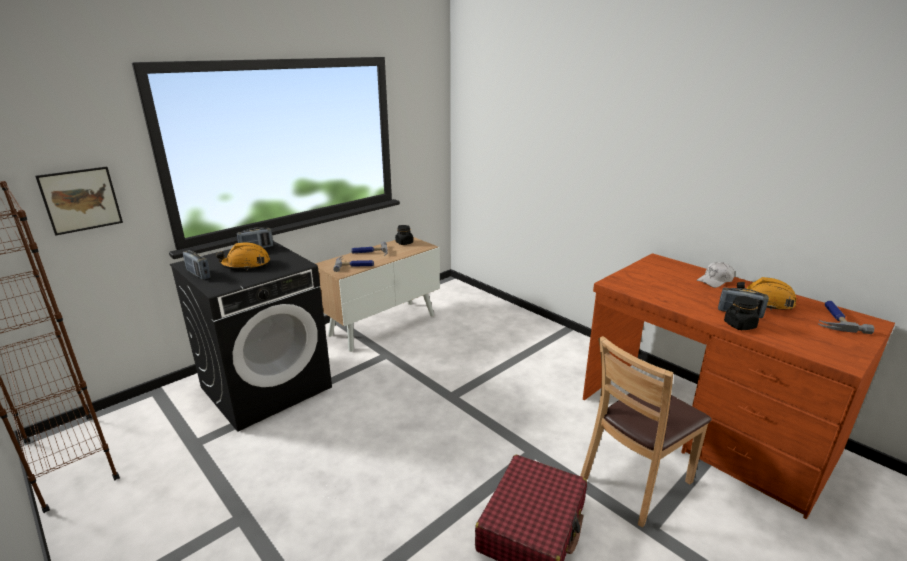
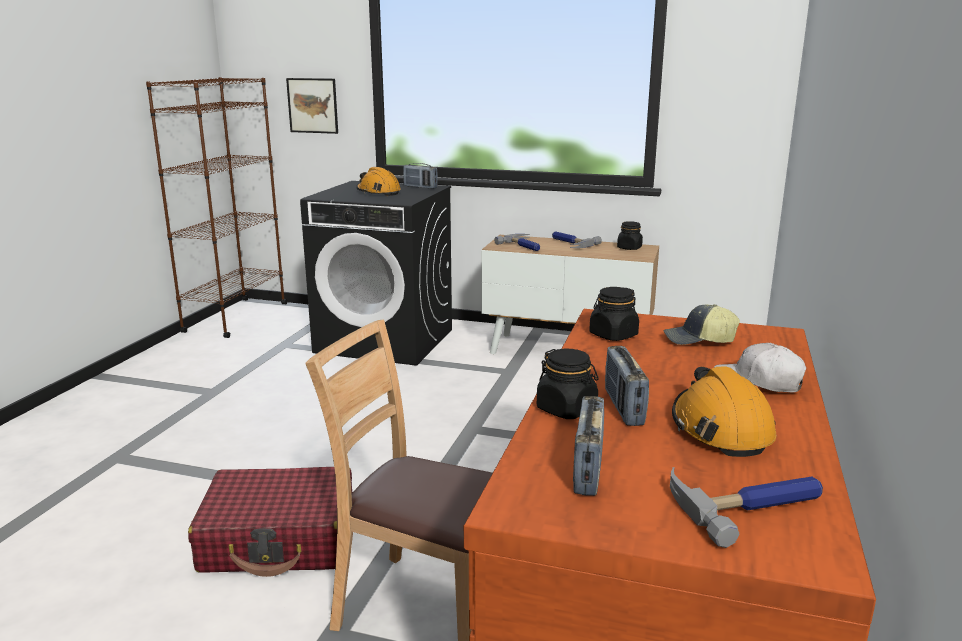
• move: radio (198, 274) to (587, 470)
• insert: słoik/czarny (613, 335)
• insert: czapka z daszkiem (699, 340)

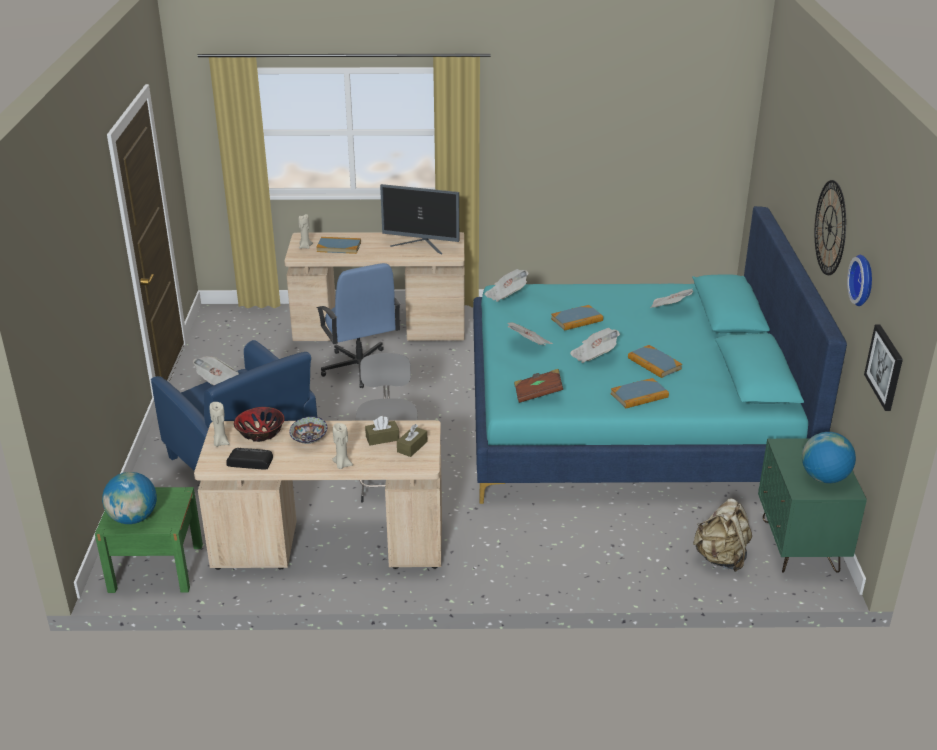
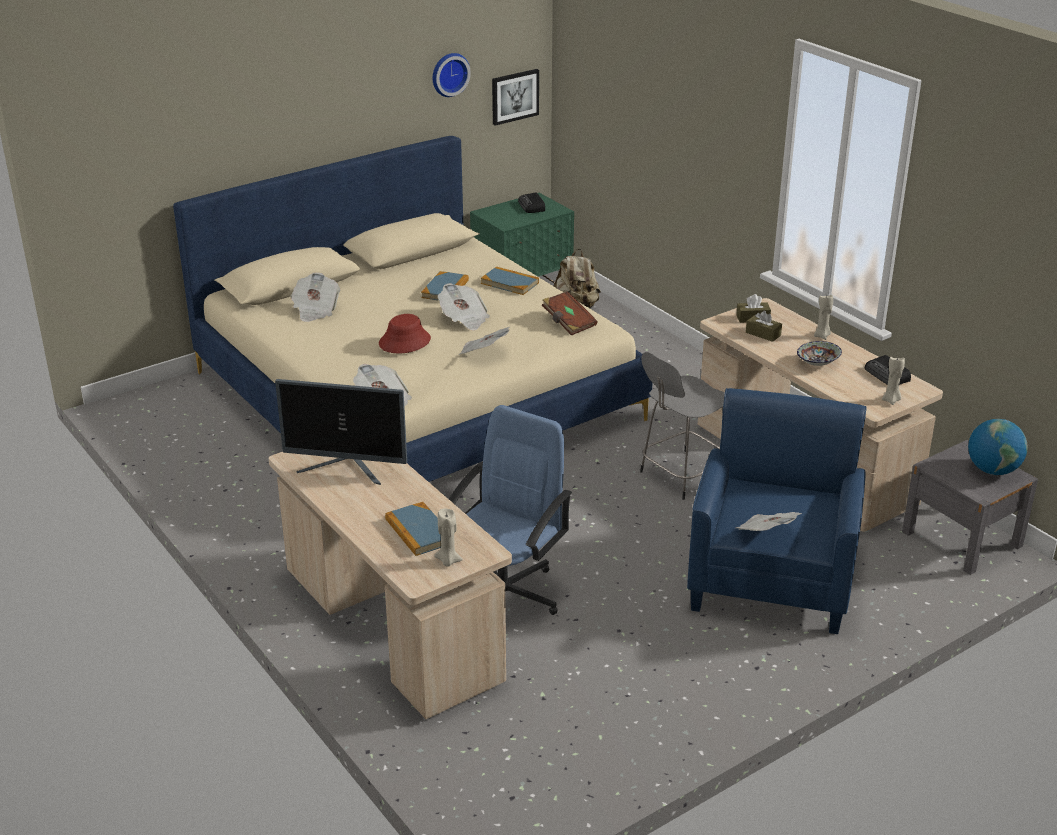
• recolor: szafka nocna/zielony (156, 568) to szafka nocna/szary (961, 539)
• delete: miska (260, 433)
• rotate: monitor (421, 246) = (347, 469) 120 degrees clockwise
• recolor: łóżko/turkusowy (627, 416) to łóżko/beżowy (416, 395)
• replace: książka (577, 320) to kapelusz/czerwony (404, 342)
• replace: globus (824, 478) to radio (532, 206)
• delete: zegar ścienny (830, 228)

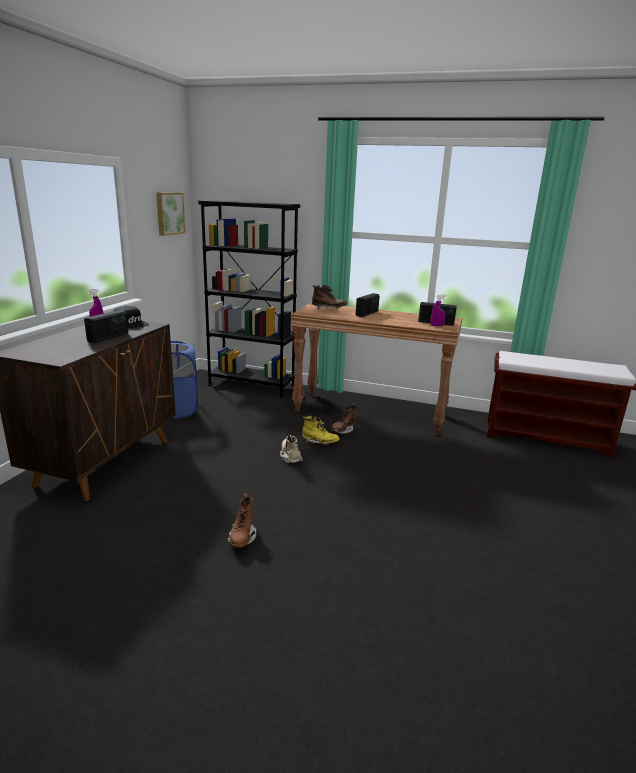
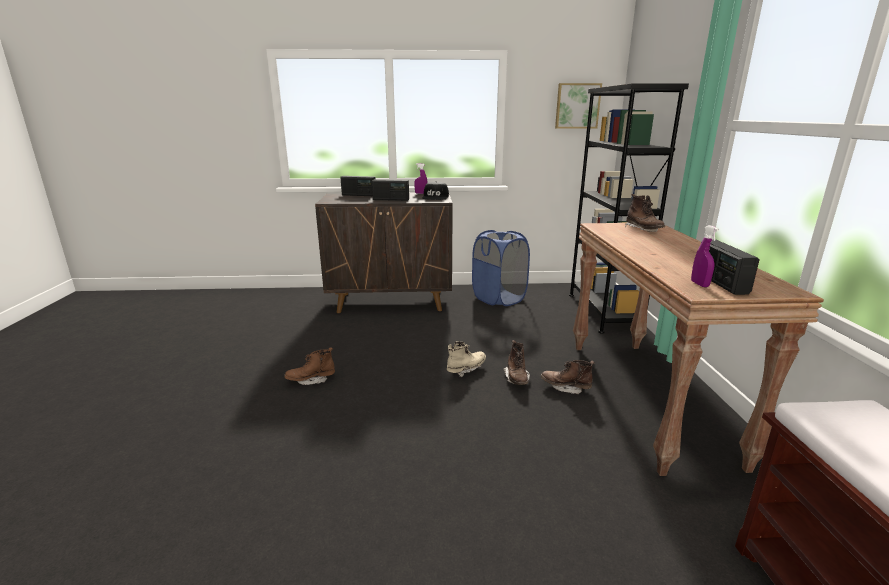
• recolor: but z cholewką/żółty (320, 442) to but z cholewką/brązowy (516, 379)
• move: radio (367, 313) to (359, 195)

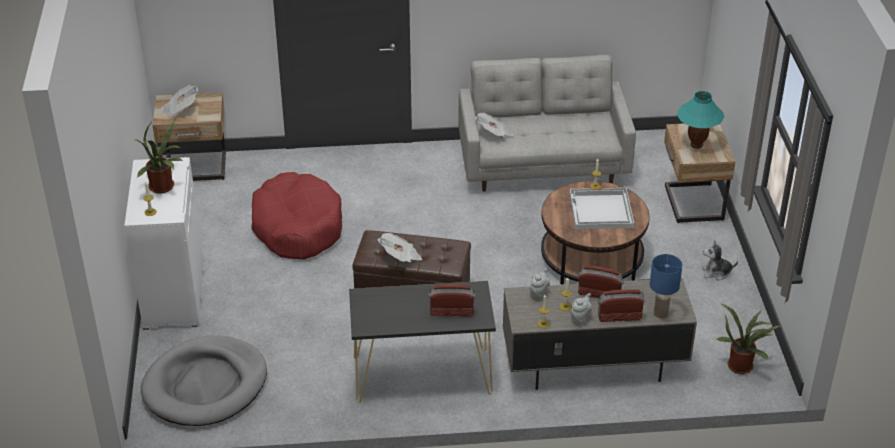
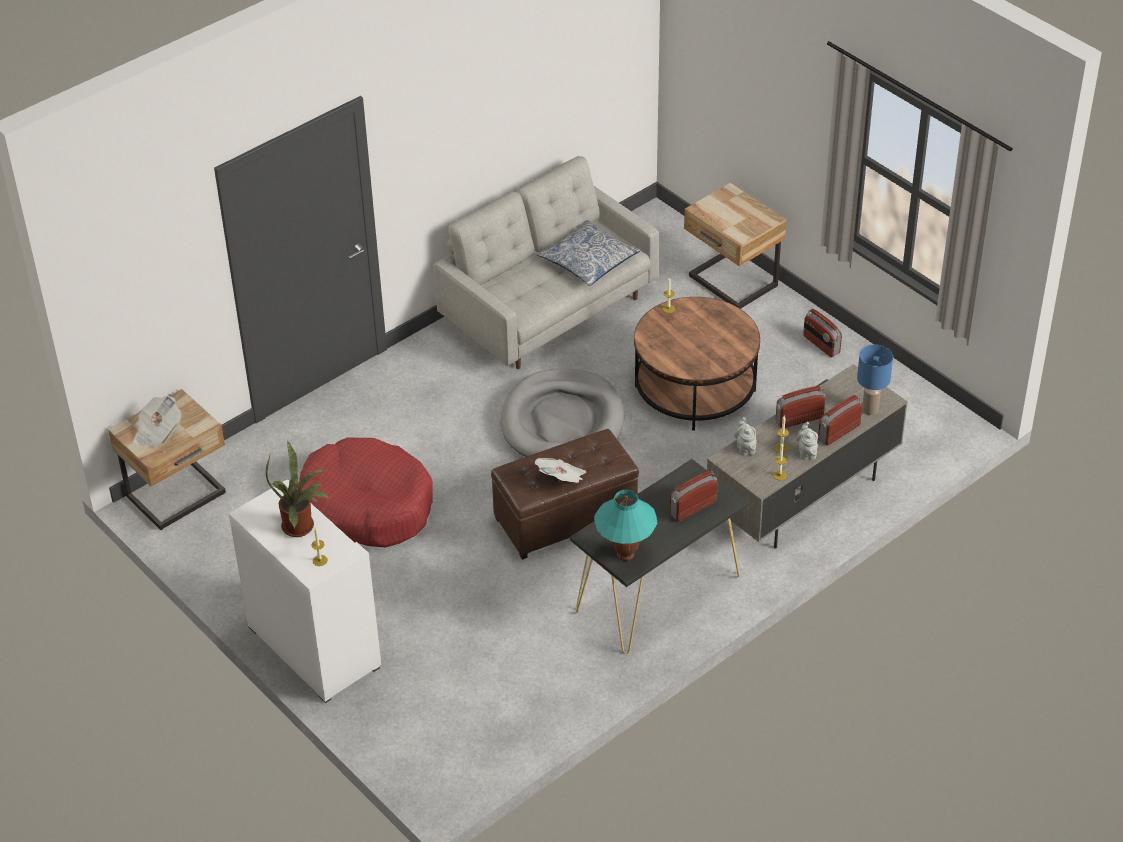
• move: legowisko/szary (205, 385) to (562, 422)
• delete: gazeta (494, 134)
• delete: taca/biały (600, 210)
• move: lampa stołowa/turkusowy (696, 145) to (625, 555)
• replace: pluszak (716, 273) to radio (821, 345)
• delete: roślina doniczkowa (742, 365)
• insert: poduszka (588, 261)

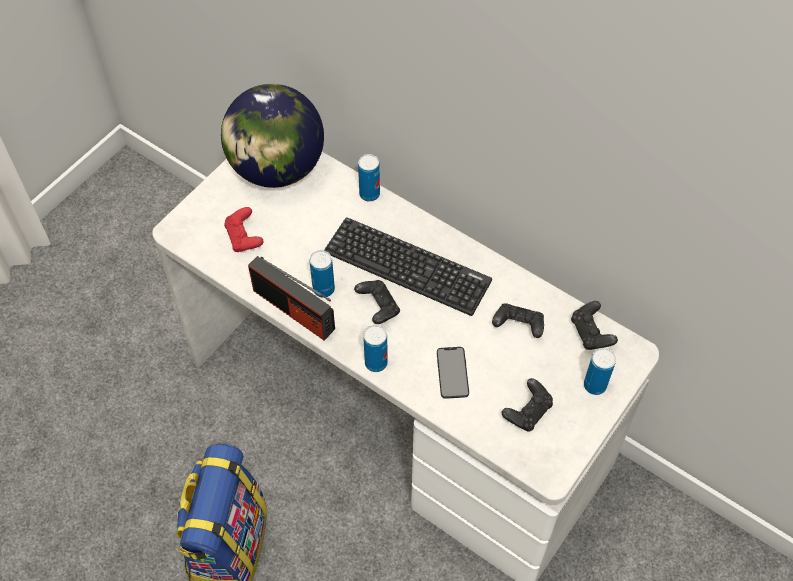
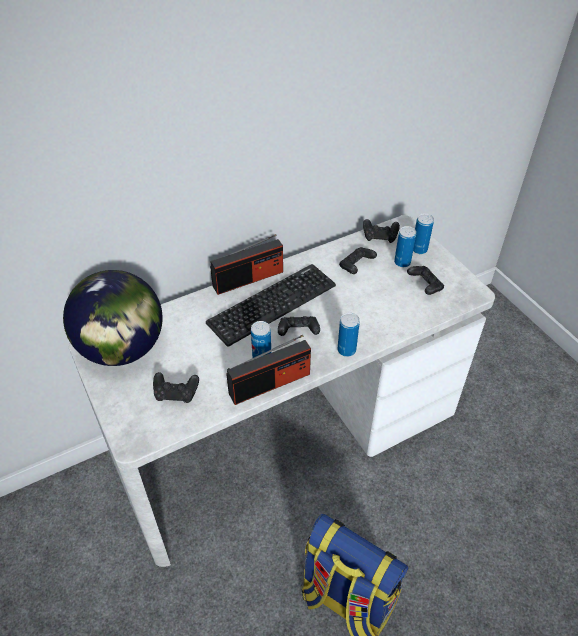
• recolor: pad do gier/czerwony (244, 237) to pad do gier/czarny (176, 394)
• move: puszka (369, 194) to (402, 262)
• delete: telefon (452, 372)
• insert: radio (248, 279)

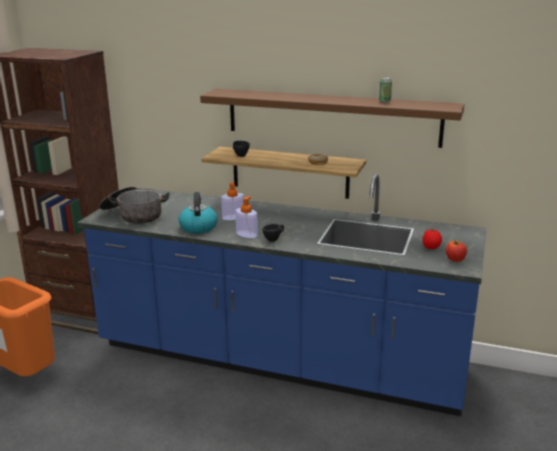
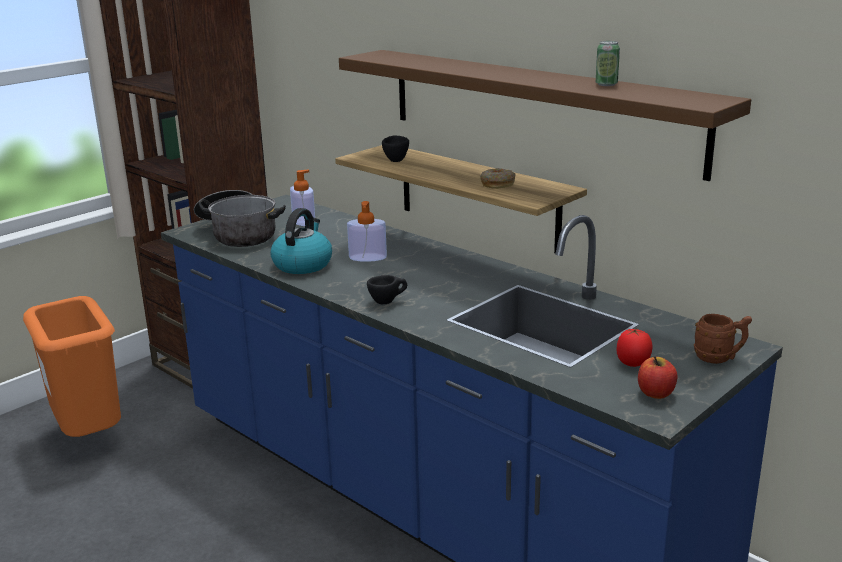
• move: dozownik mydła (246, 234) to (304, 221)
• insert: kubek/brązowy (719, 358)

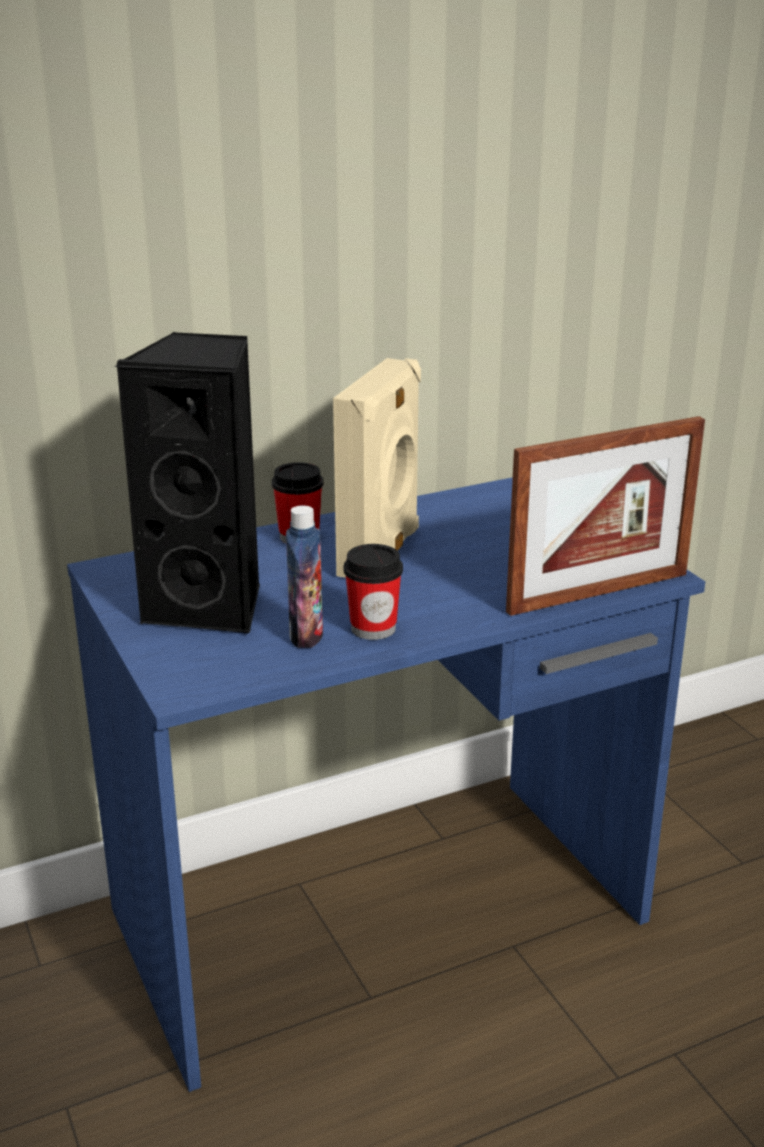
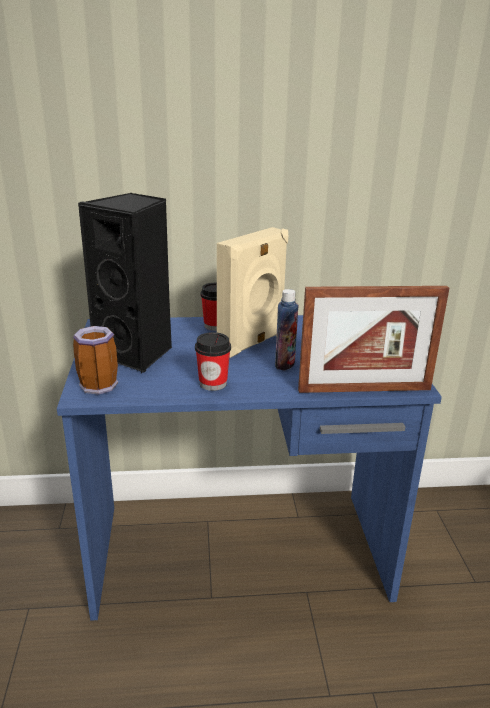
• move: butelka (306, 635) to (284, 364)
• insert: kubek (94, 385)

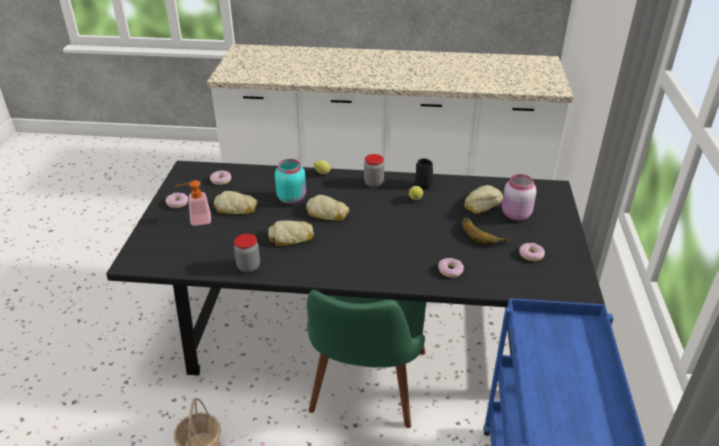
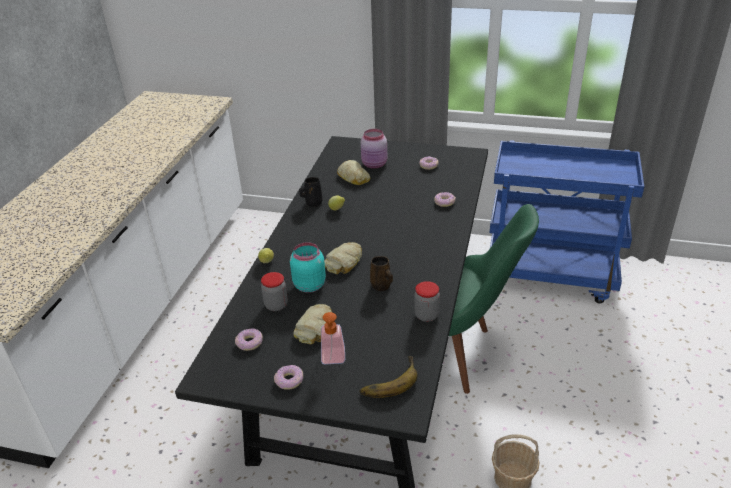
• replace: chleb (291, 237) to kubek/brązowy (381, 286)
• move: słoik (373, 183) to (276, 305)
• move: banan (484, 233) to (388, 380)

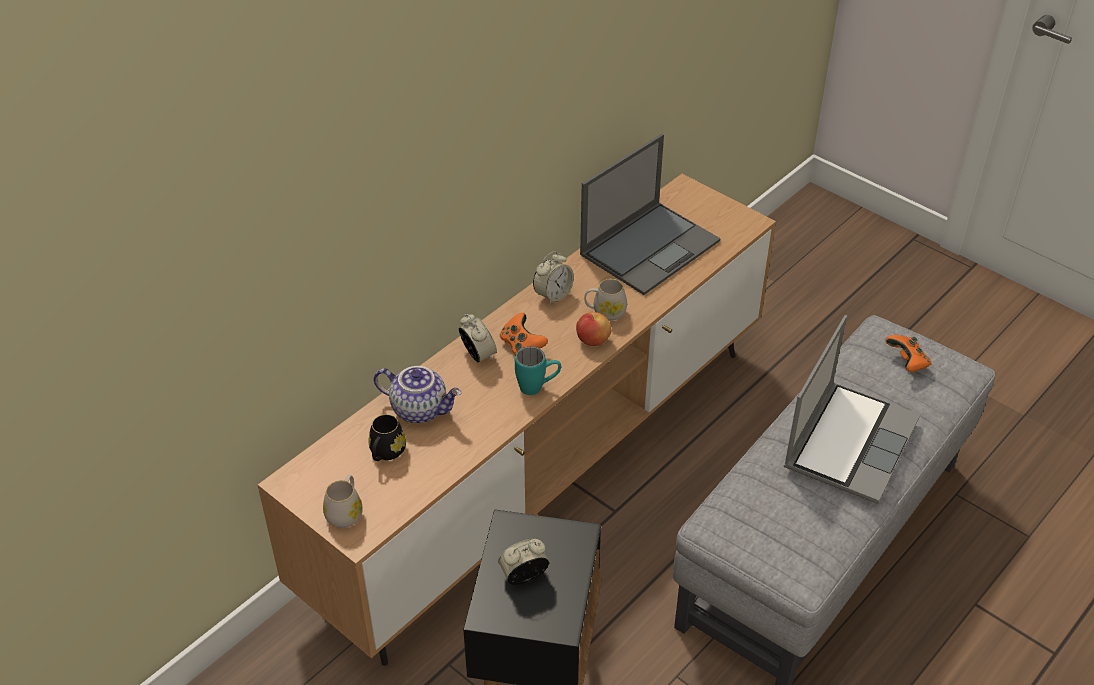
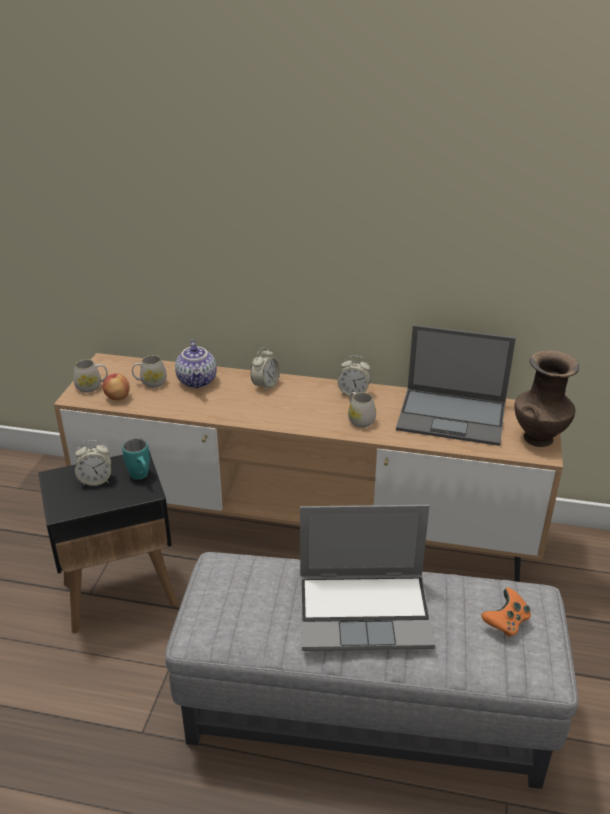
• recolor: kubek/czarny (386, 453) to kubek/biały (150, 383)
• rotate: budzik (523, 576) = (96, 480) 135 degrees clockwise
• delete: pad do gier/pomarańczowy (522, 345)
• move: kubek/turkusowy (538, 387) to (141, 477)
• move: jabłko (592, 340) to (117, 397)
• insert: wazon/brązowy (538, 438)

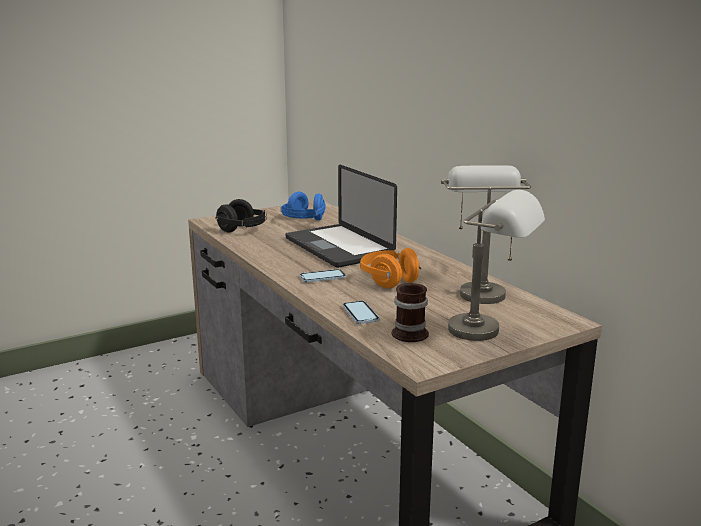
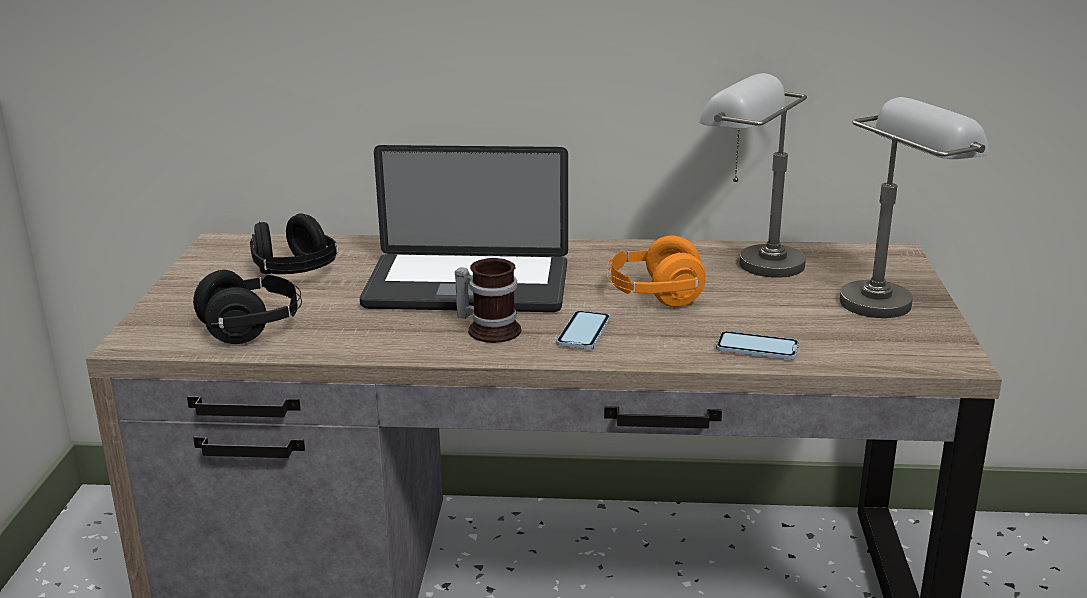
• recolor: słuchawki/niebieski (304, 221) to słuchawki/czarny (295, 274)
• move: kubek (410, 332) to (490, 329)

